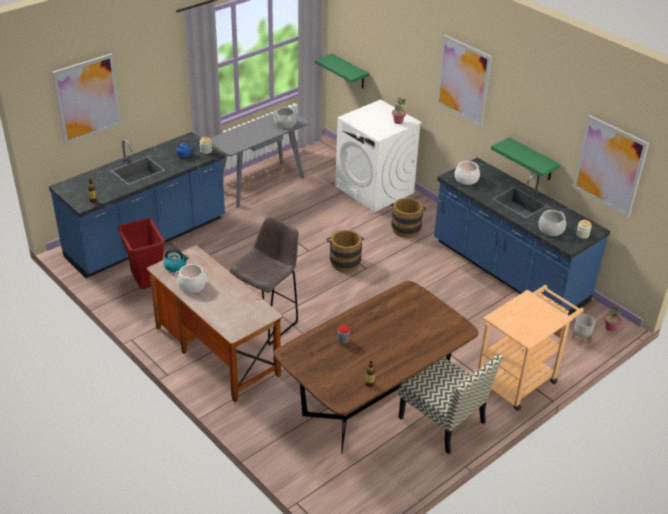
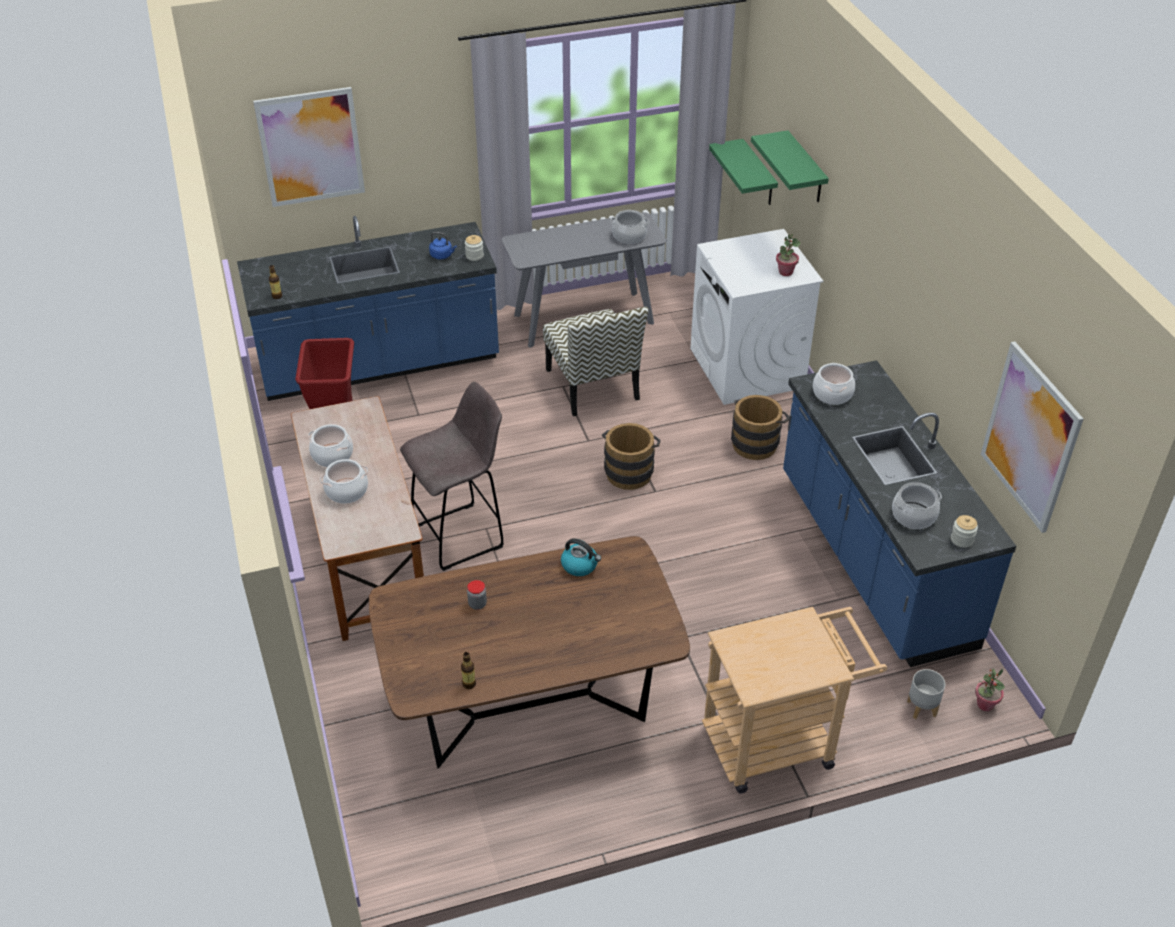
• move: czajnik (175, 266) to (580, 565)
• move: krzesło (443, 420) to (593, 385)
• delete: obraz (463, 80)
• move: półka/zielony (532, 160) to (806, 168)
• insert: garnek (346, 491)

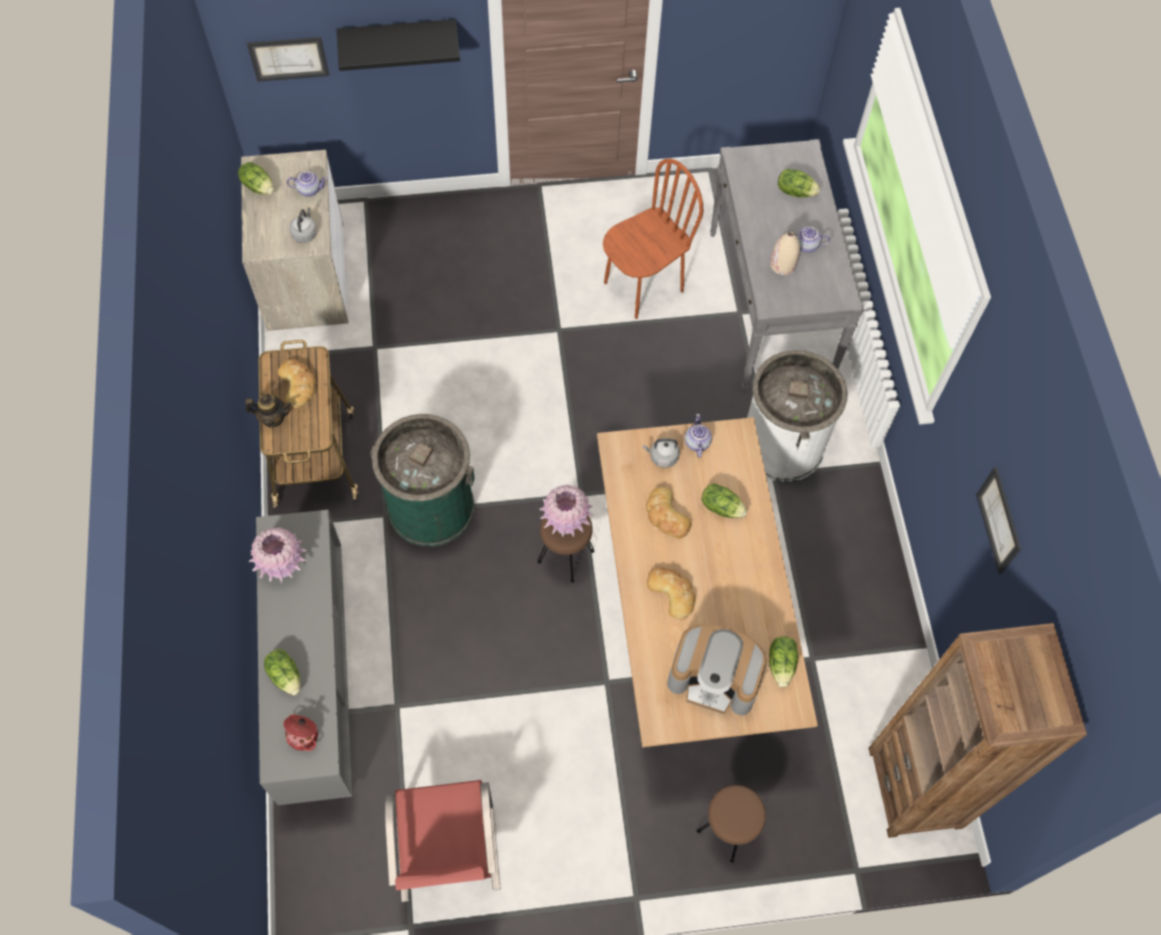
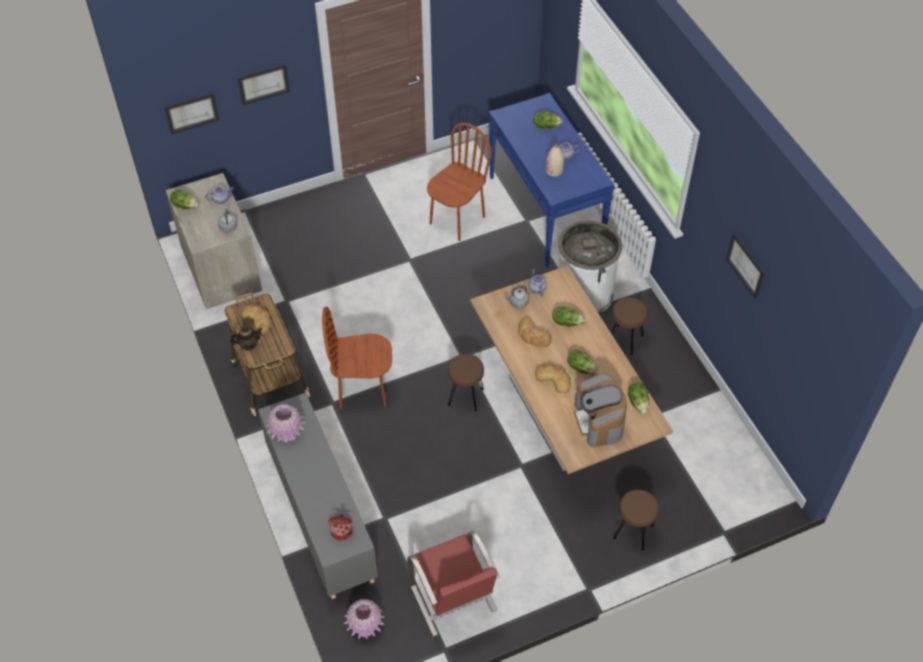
• move: sałata (286, 675) to (581, 367)
• replace: półka/czarny (398, 38) to obraz (263, 84)
• replace: kosz na śmieci/zielony (431, 506) to krzesło/brązowy (362, 390)
• move: wazon/różowy (566, 521) to (365, 626)
• rotate: ekspres do kawy (715, 677) = (599, 421) 75 degrees clockwise
• recolor: stolik konsolowy/szary (770, 306) to stolik konsolowy/niebieski (545, 212)
• delete: regał/brązowy (915, 787)
• insert: stołek/brązowy (625, 340)

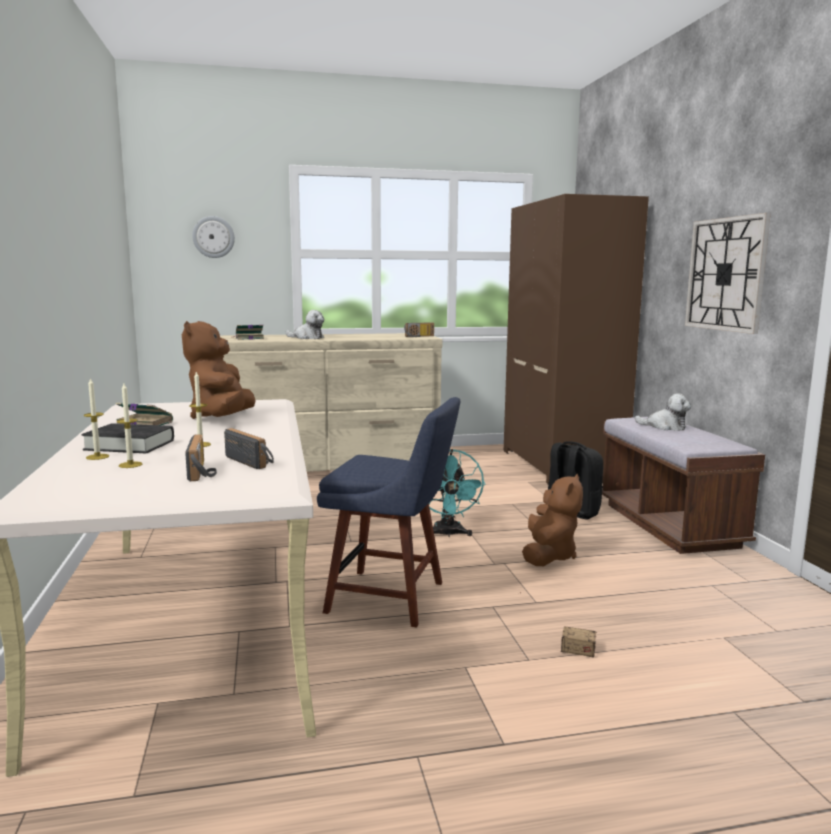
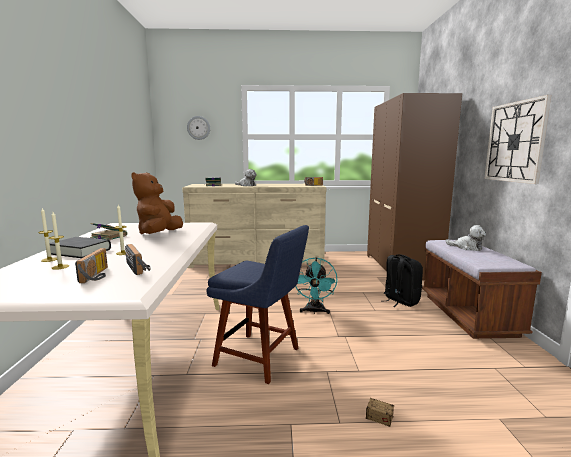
• delete: pluszak/brązowy (549, 556)

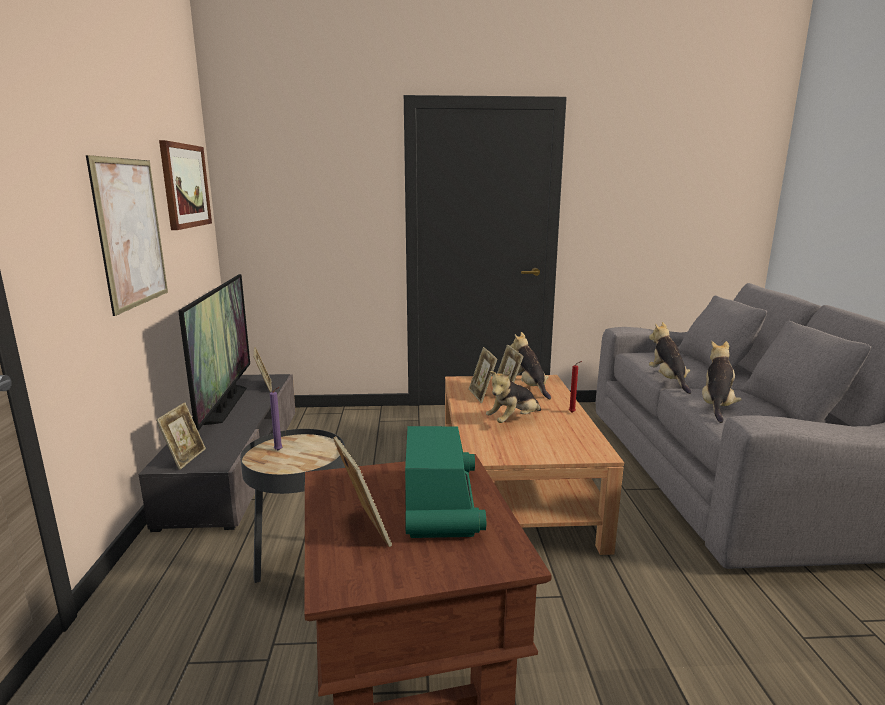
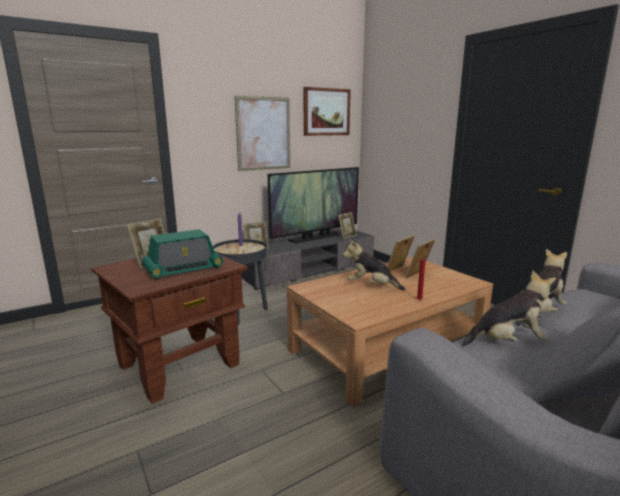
• delete: pluszak (530, 387)

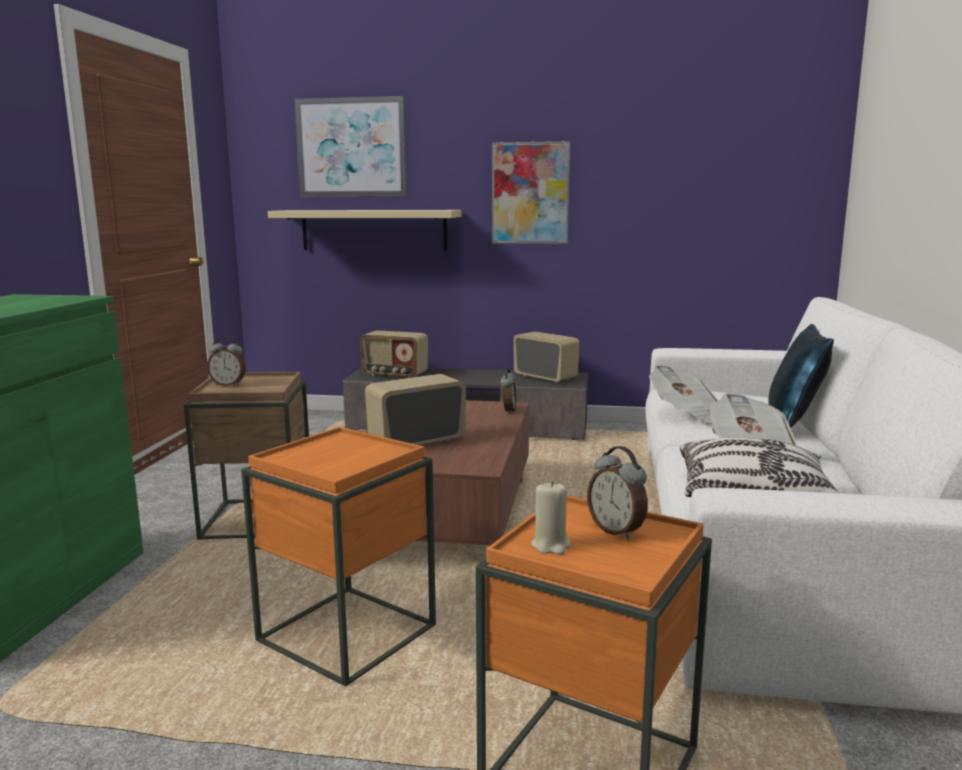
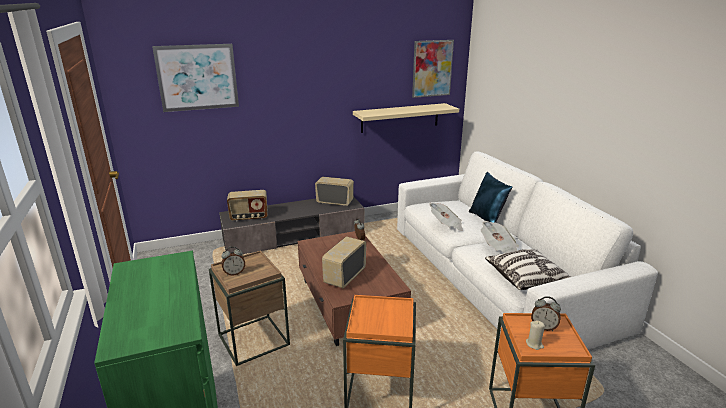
• move: półka/beżowy (374, 230) to (400, 118)
• move: obraz (530, 193) to (432, 68)

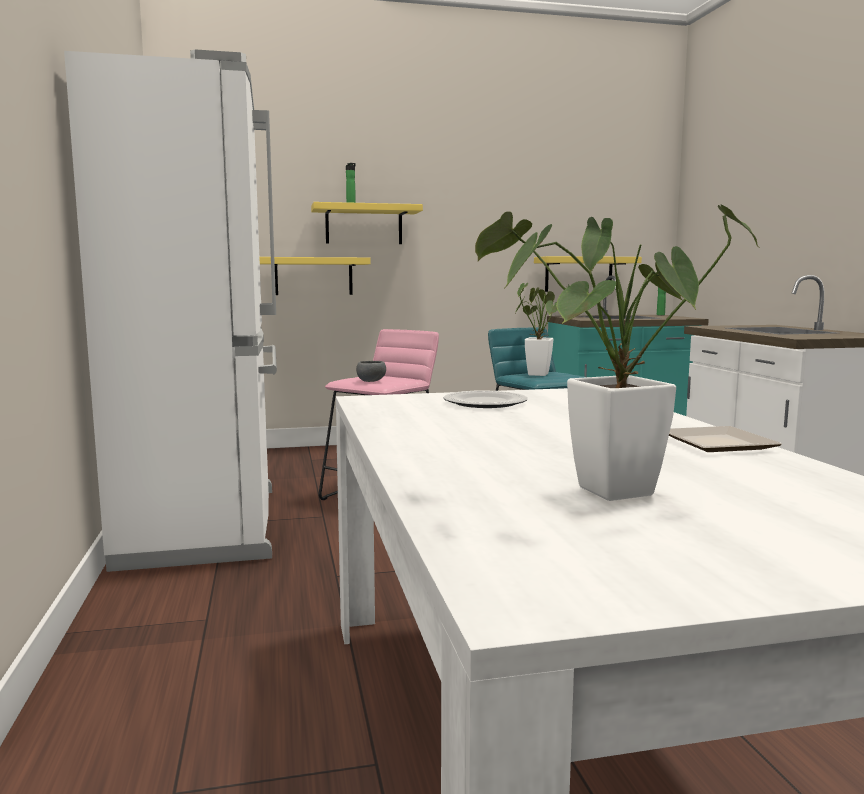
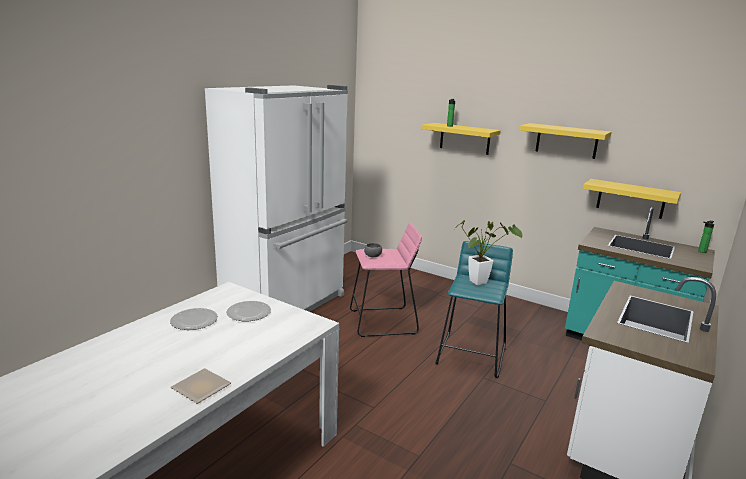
• move: półka/żółty (313, 276) to (566, 141)
• delete: roślina doniczkowa (599, 493)
• insert: talerz (194, 320)

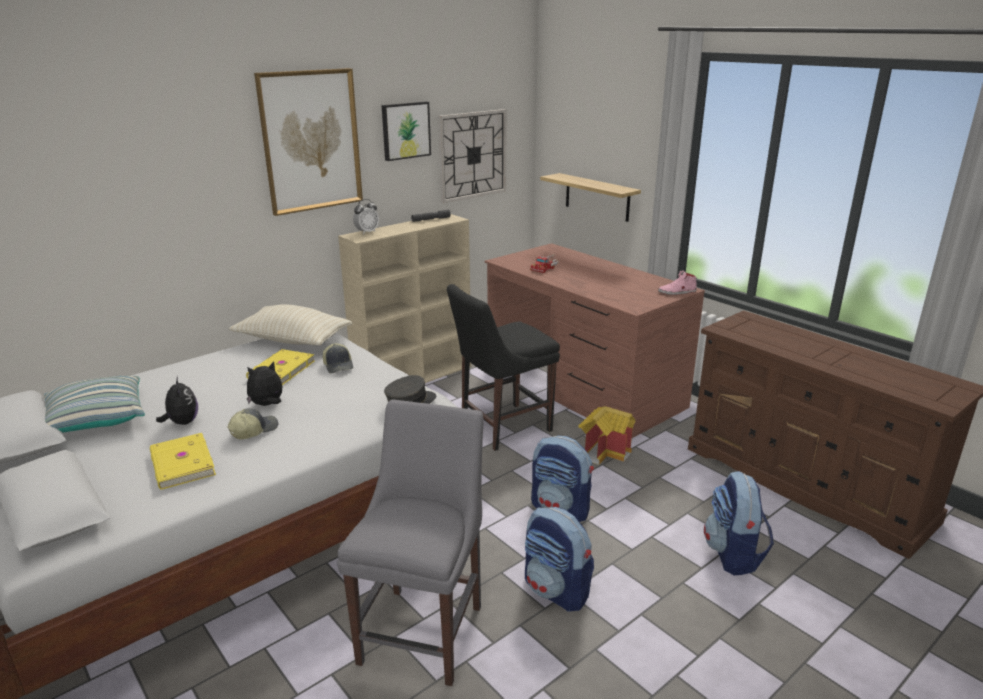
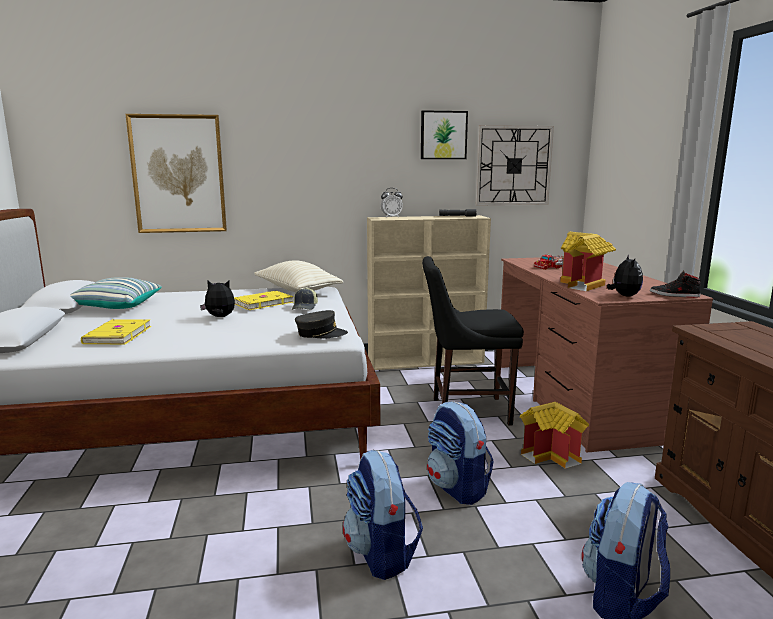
• move: pluszak (182, 423) to (624, 296)
• delete: czapka z daszkiem (253, 430)
• move: obraz (311, 141) to (178, 174)
• delete: krzesło/szary (425, 629)
• delete: półka (597, 197)
• recolor: but/różowy (677, 292) to but/czarny (674, 295)
• insert: domek (584, 285)

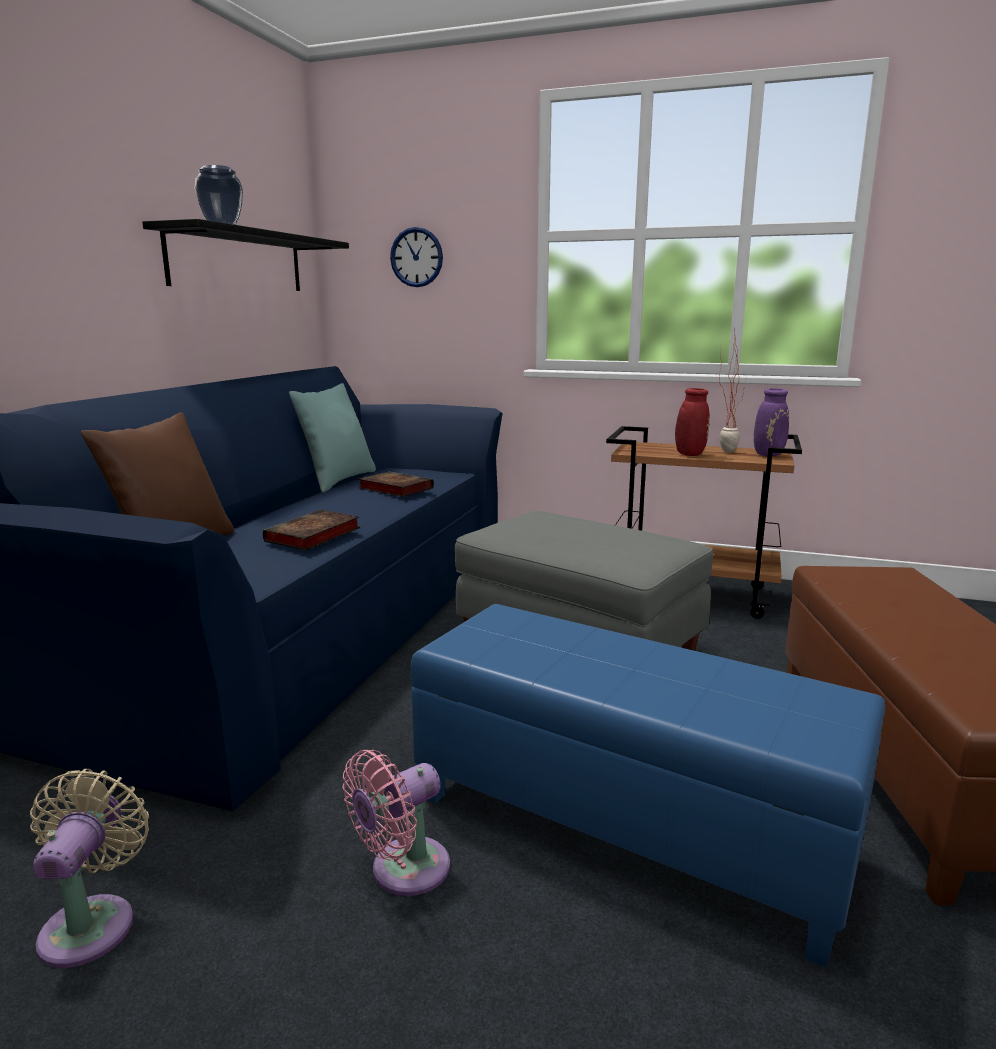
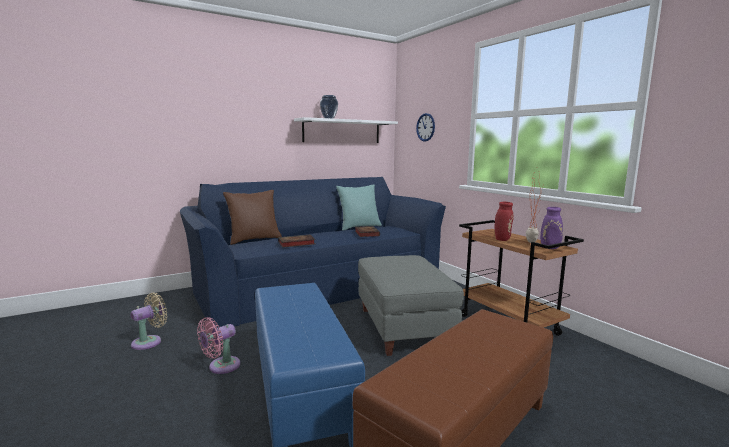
• recolor: półka/czarny (238, 261) to półka/biały (342, 131)
• rotate: wentylator/różowy (403, 871) = (221, 367) 45 degrees counterclockwise

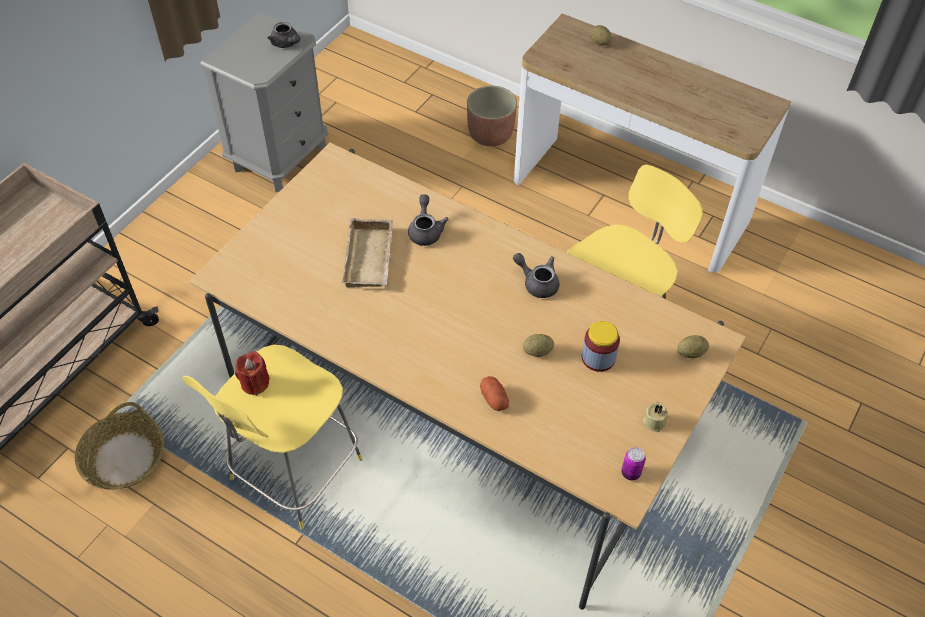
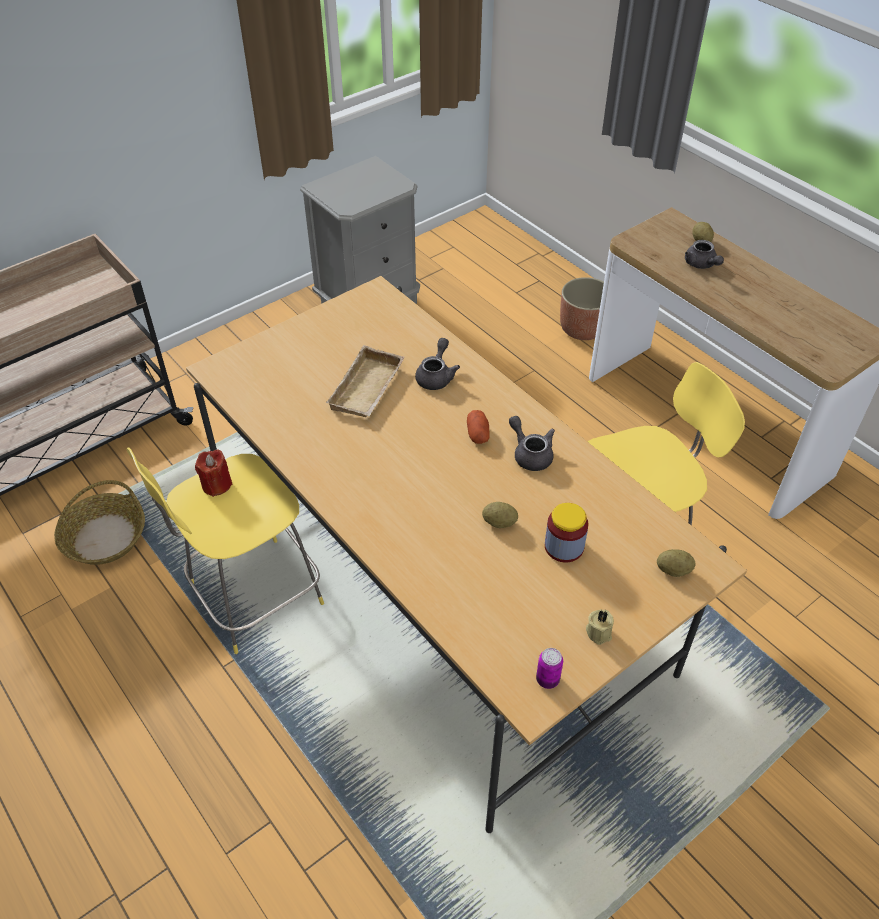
• move: imbryk/szary (286, 44) to (701, 265)
• move: ziemniak (494, 399) to (478, 434)

